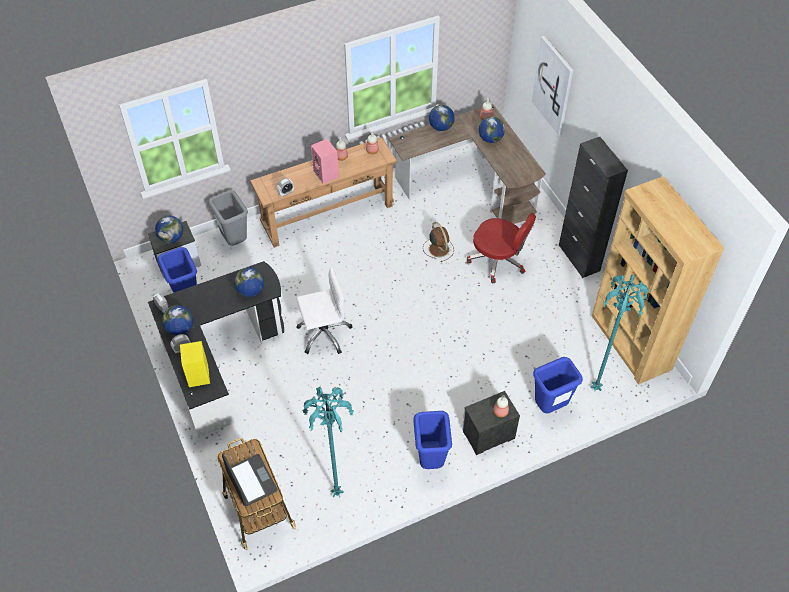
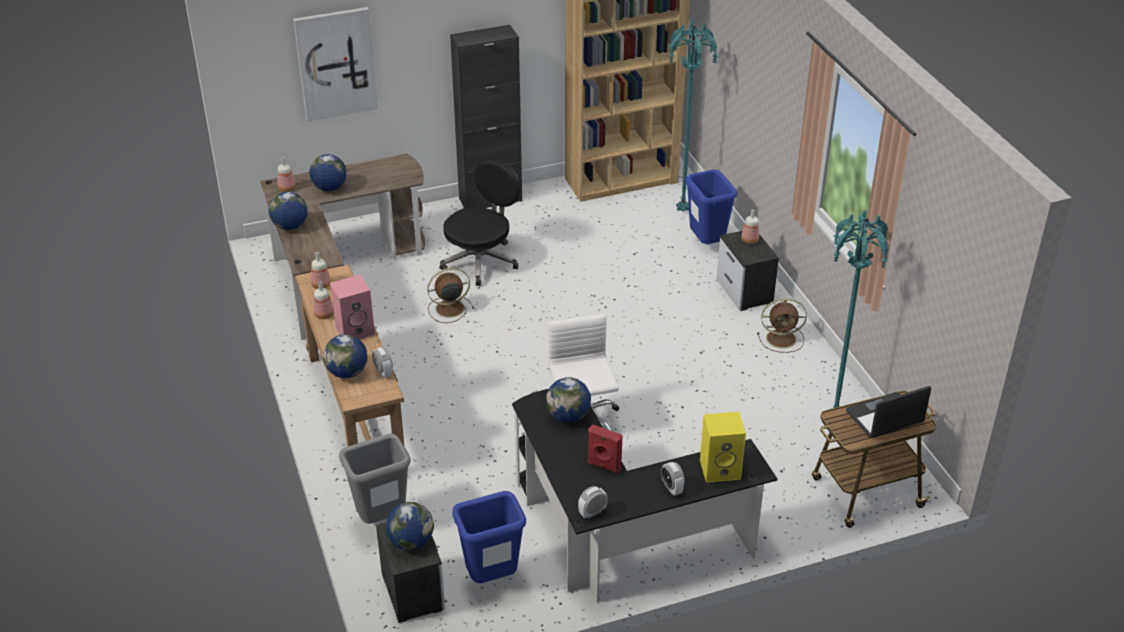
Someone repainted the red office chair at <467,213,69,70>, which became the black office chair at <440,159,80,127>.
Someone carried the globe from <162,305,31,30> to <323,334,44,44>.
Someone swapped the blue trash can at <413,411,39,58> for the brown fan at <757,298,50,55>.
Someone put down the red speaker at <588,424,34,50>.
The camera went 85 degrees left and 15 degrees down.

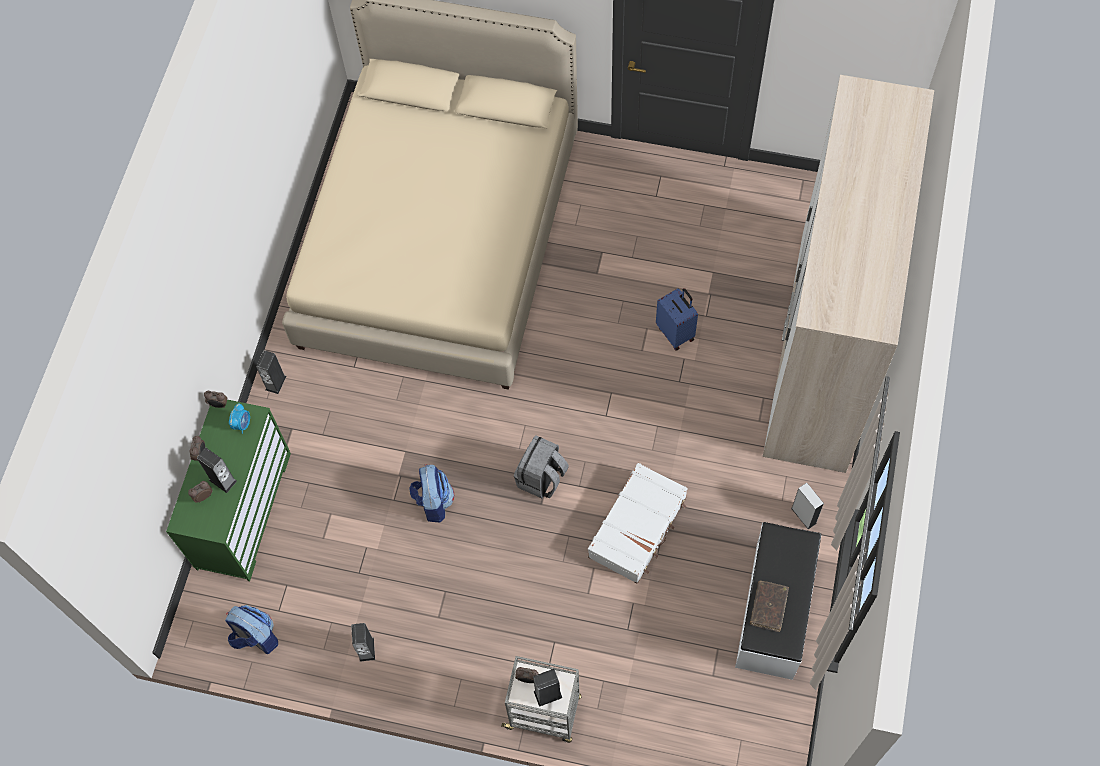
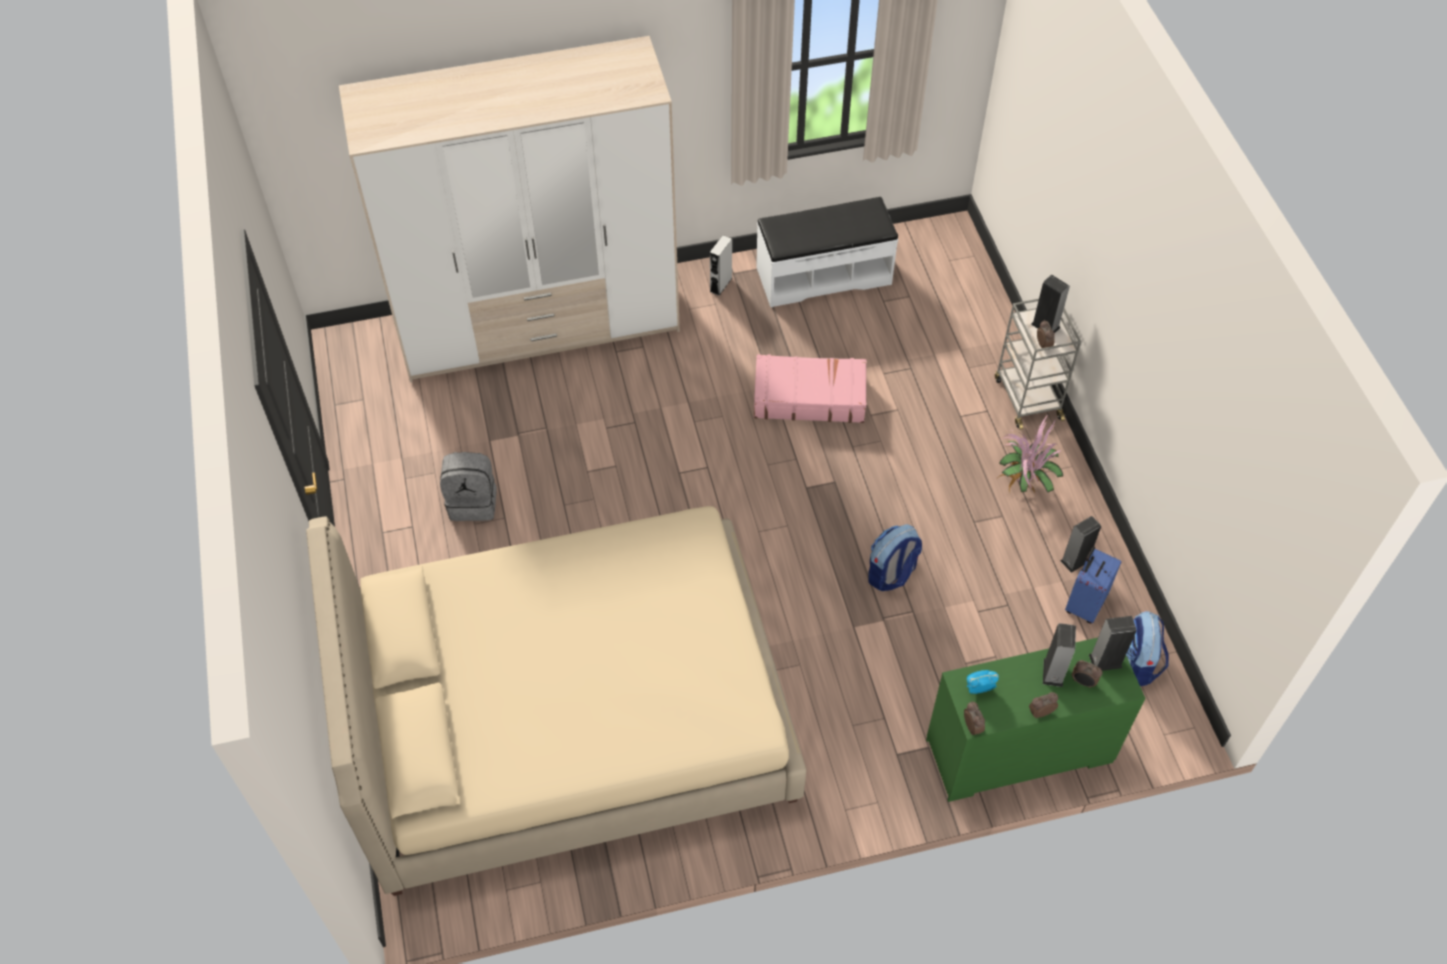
Someone carried the blue suitcase from <656,288,42,62> to <1065,546,57,78>.
Someone carried the speaker from <256,350,30,44> to <1089,616,48,55>.
Someone carried the grey backpack from <514,435,55,63> to <440,452,57,69>.
Someone repainted the white suitcase at <588,463,100,121>, which became the pink suitcase at <754,354,113,69>.
Someone took away the brown book at <750,581,39,51>.
Someone put down the potted plant at <999,414,65,79>.
The camera went 120 degrees left and 10 degrees down.

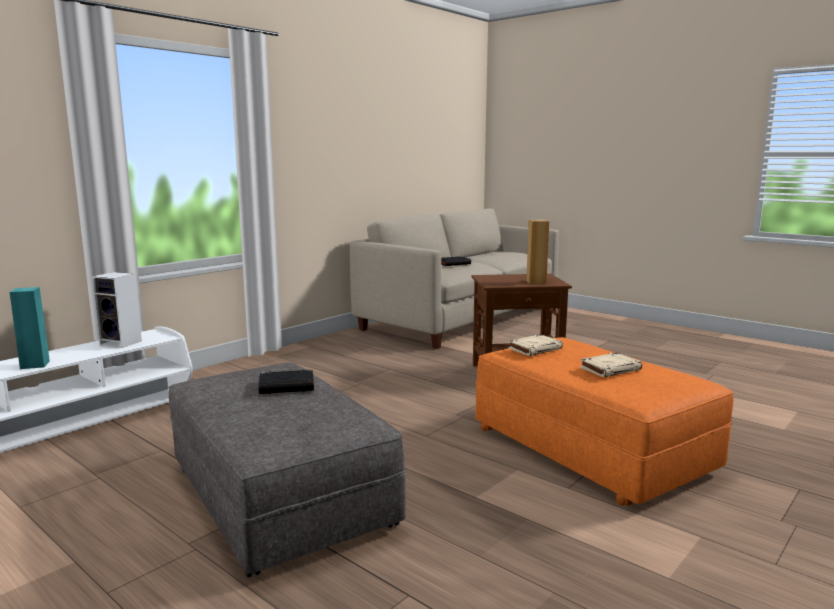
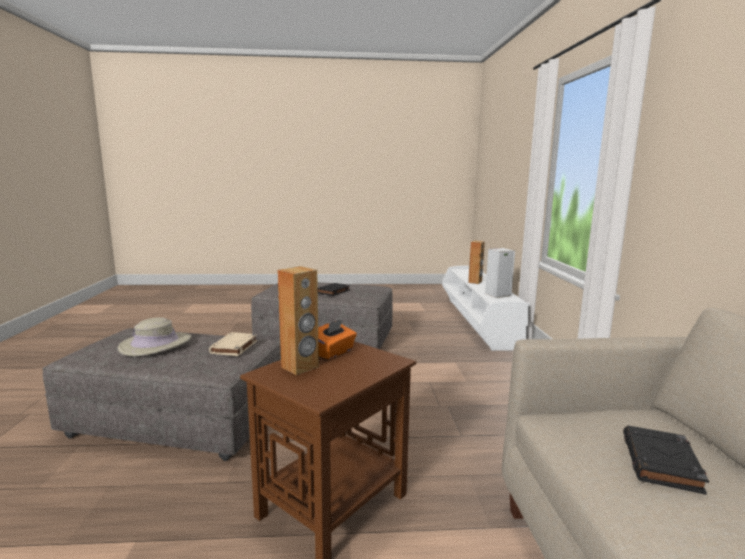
Someone repainted the turquoise speaker at <10,287,40,82>, which became the brown speaker at <468,241,17,43>.
Someone repainted the orange ottoman at <475,337,258,169>, which became the grey ottoman at <42,328,239,133>.
Someone swapped the beige book at <580,353,62,24> for the beige hat at <118,317,73,39>.
Someone put down the orange tissue box at <318,319,39,40>.
The camera went 135 degrees right and 0 degrees up.

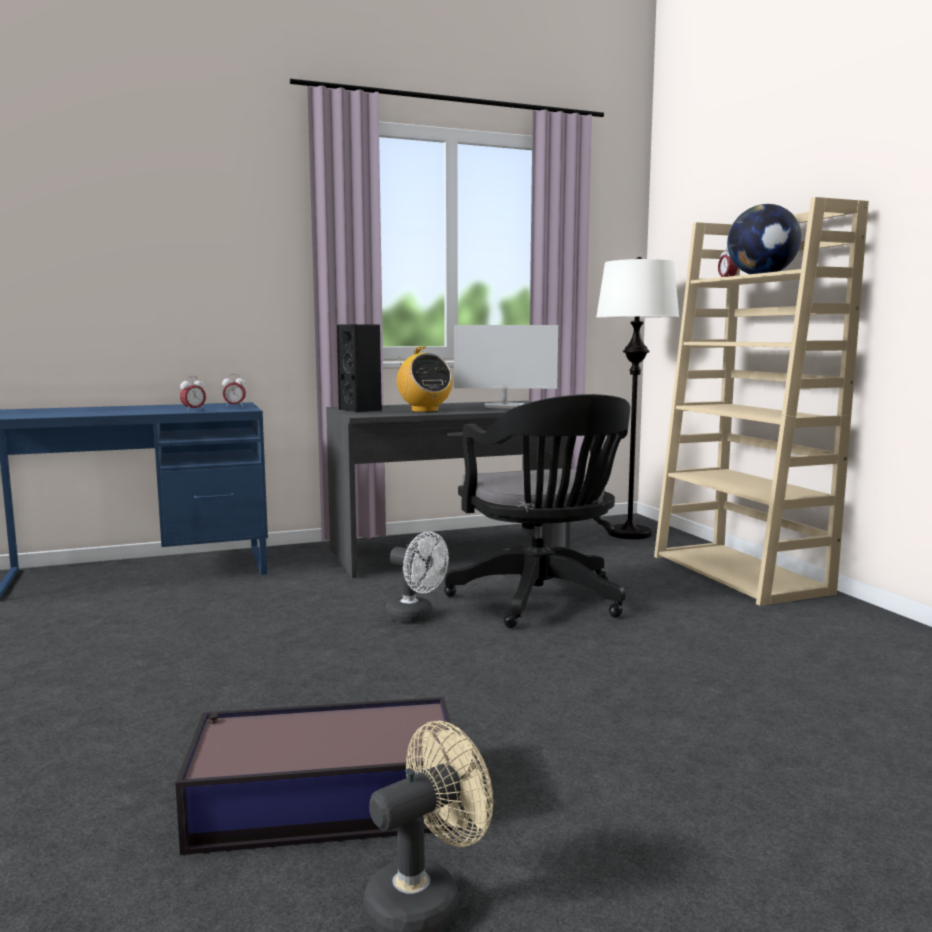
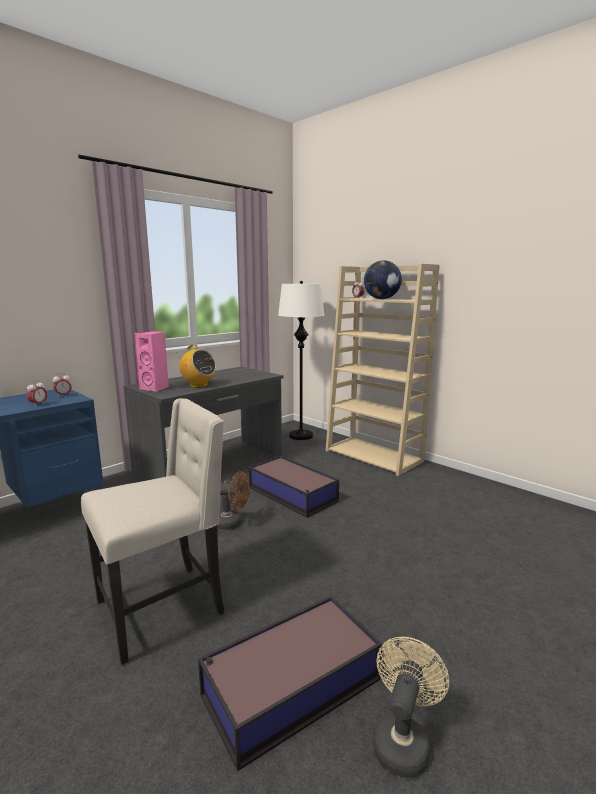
Someone repainted the black speaker at <337,324,45,88>, which became the pink speaker at <134,331,35,61>.
Someone took away the monitor at <454,325,104,84>.
Someone swapped the black office chair at <444,394,186,234> for the storage box at <249,456,90,62>.
Someone repainted the white fan at <386,531,63,92>, which became the brown fan at <217,471,33,59>.
Someone put down the beige chair at <81,398,143,267>.
The camera went 25 degrees left and 5 degrees up.

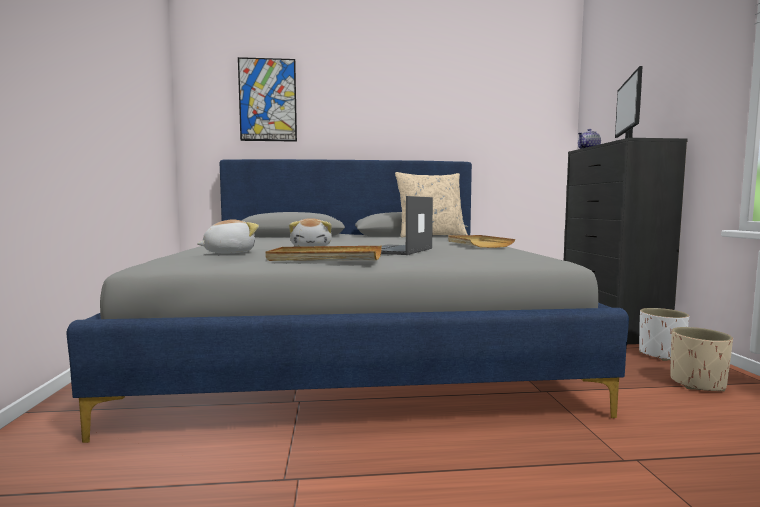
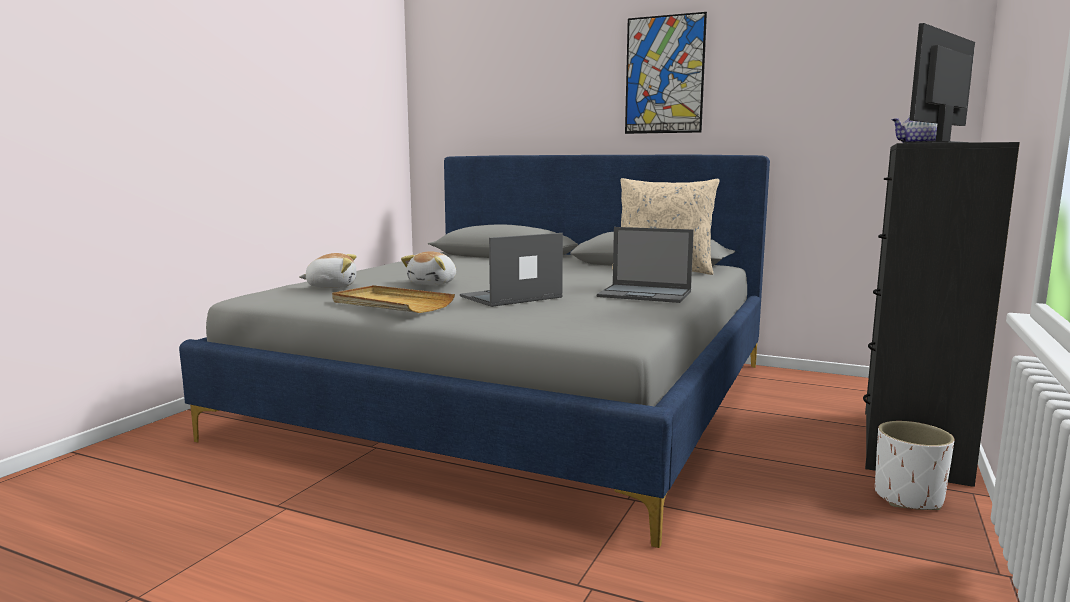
Someone carried the picture from <238,57,59,85> to <625,12,82,122>.
Someone swapped the beige tray at <448,235,68,13> for the laptop at <597,227,97,76>.
Someone took away the beige planter at <670,327,63,64>.
The camera went 30 degrees right and 5 degrees up.

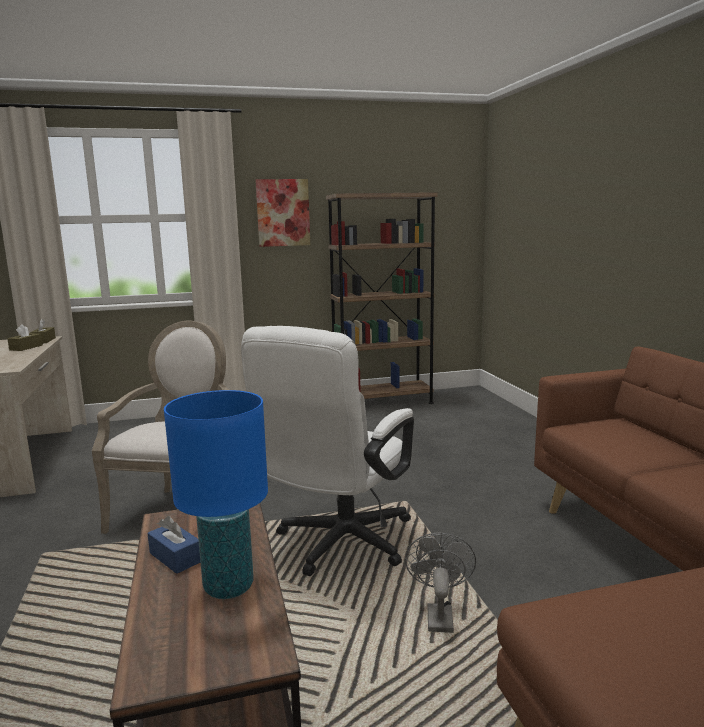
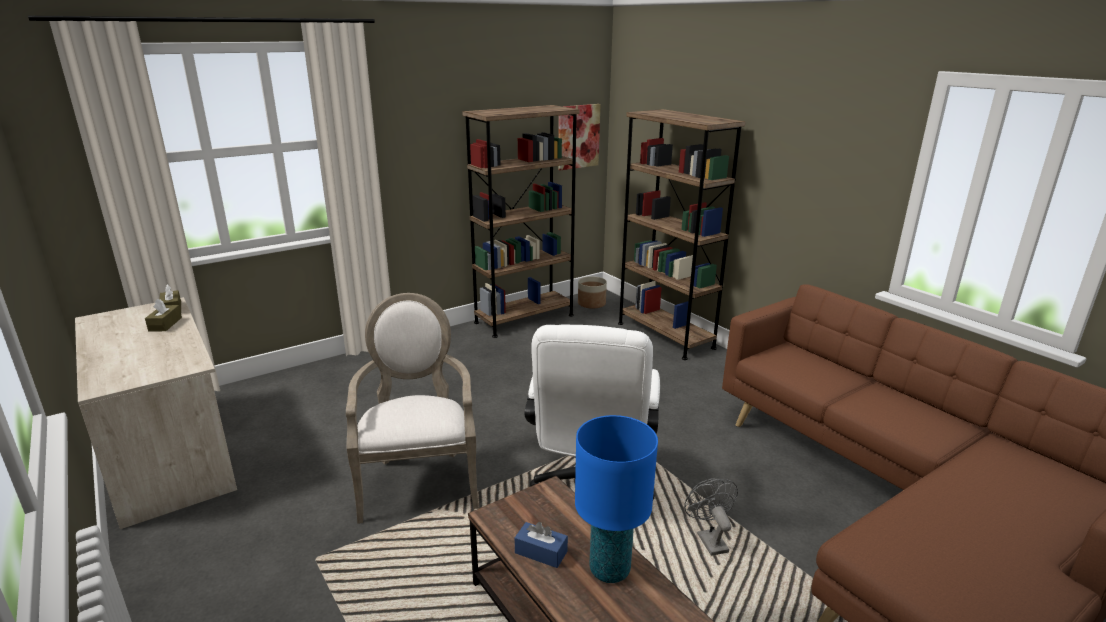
Someone carried the picture from <255,179,55,68> to <558,104,43,66>.
Someone put down the brown bookcase at <618,109,127,251>.
Someone put down the planter at <578,276,29,33>.
The camera went 20 degrees left and 10 degrees up.

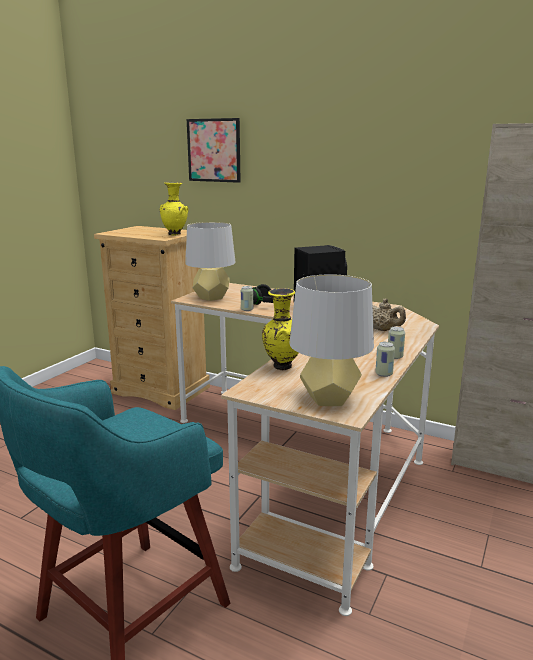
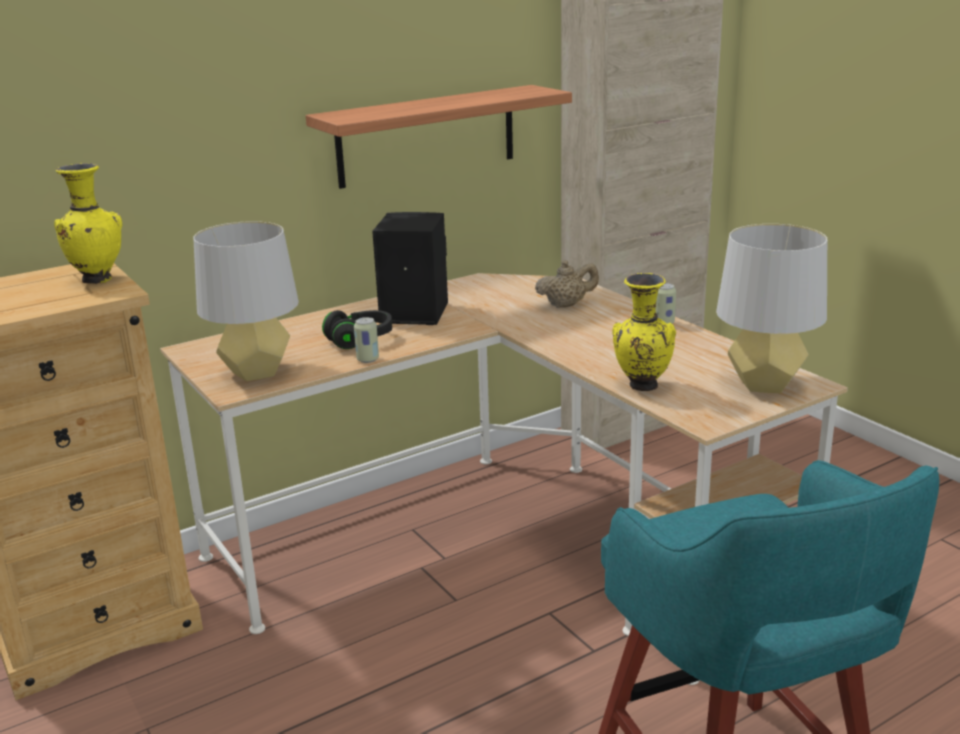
Someone took away the picture at <187,118,54,65>.
Someone took away the can at <375,342,20,35>.
Someone put up the shelf at <306,85,266,104>.
The camera went 60 degrees left and 5 degrees up.

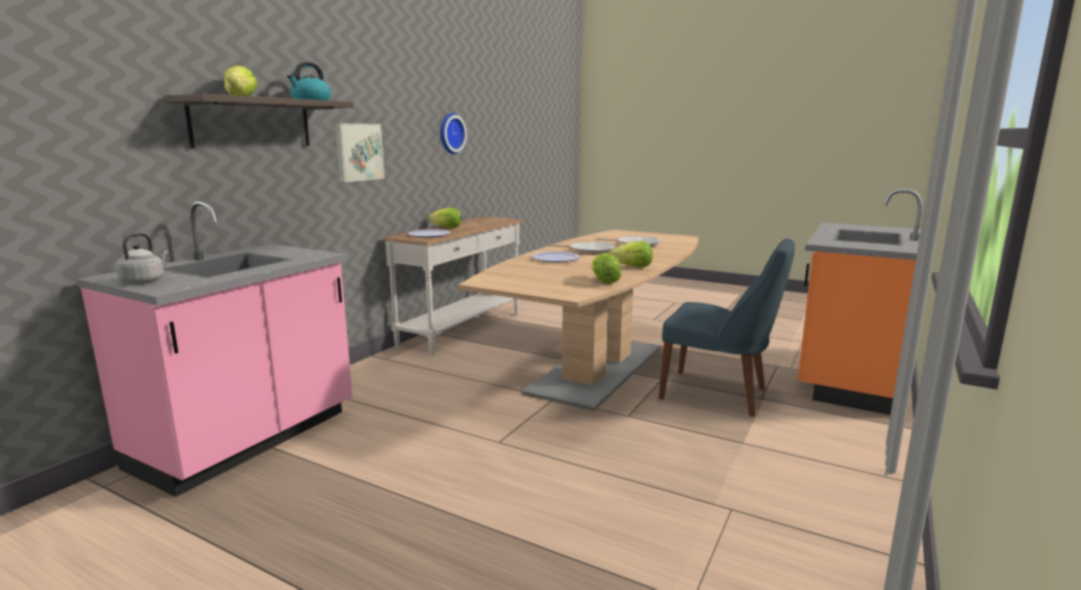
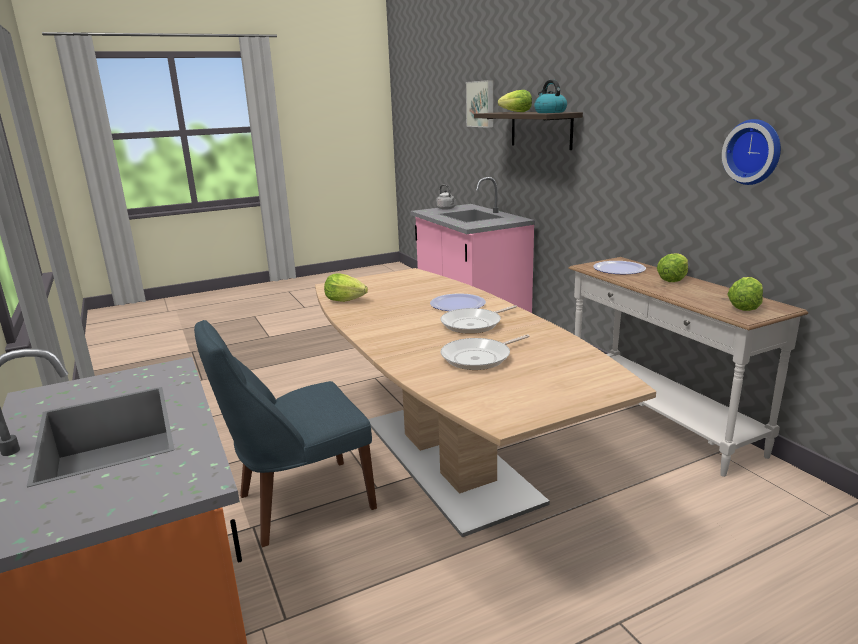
Someone carried the picture from <334,123,51,59> to <466,80,27,48>.
Someone carried the lettuce from <609,241,44,26> to <727,277,36,34>.
The camera went 125 degrees right and 5 degrees up.

